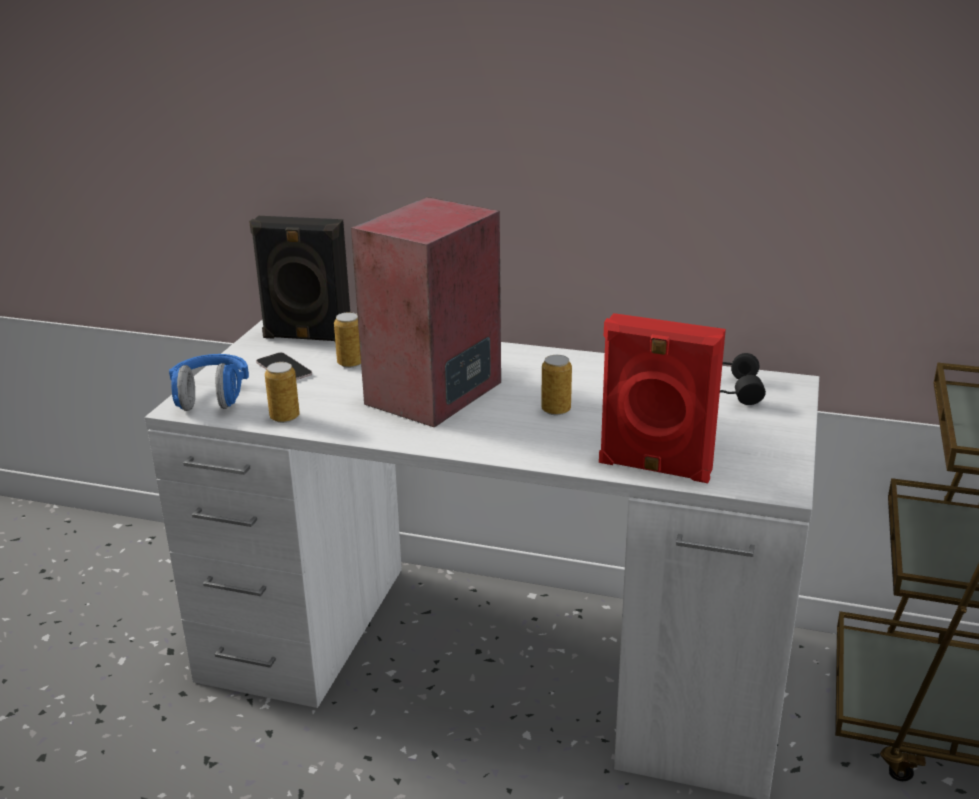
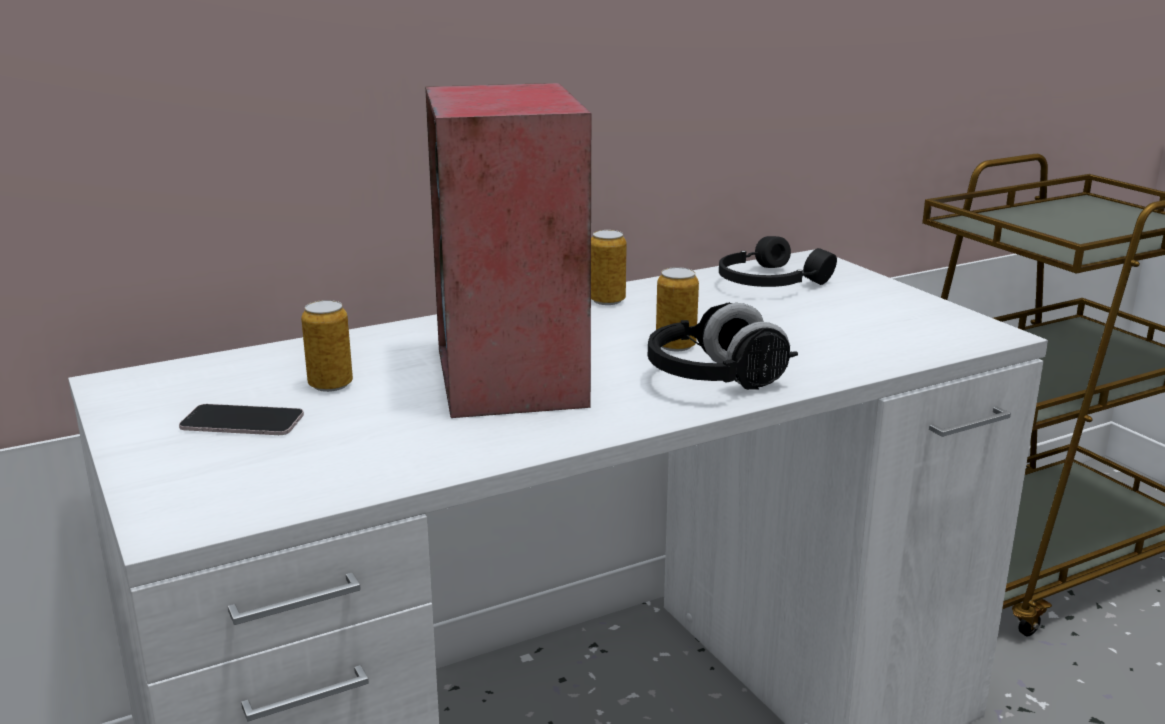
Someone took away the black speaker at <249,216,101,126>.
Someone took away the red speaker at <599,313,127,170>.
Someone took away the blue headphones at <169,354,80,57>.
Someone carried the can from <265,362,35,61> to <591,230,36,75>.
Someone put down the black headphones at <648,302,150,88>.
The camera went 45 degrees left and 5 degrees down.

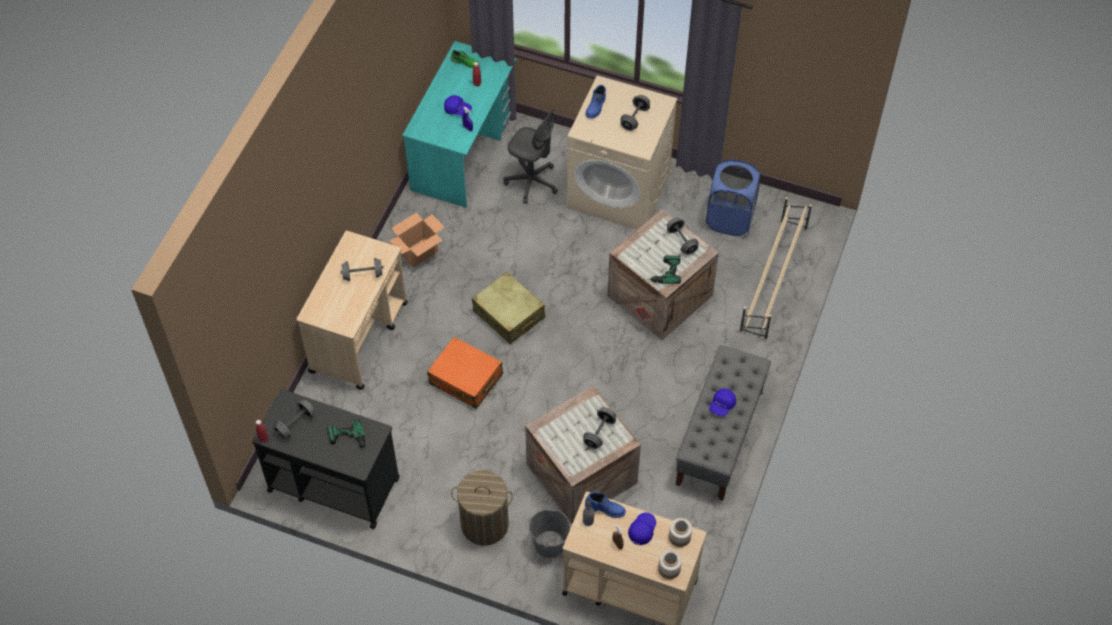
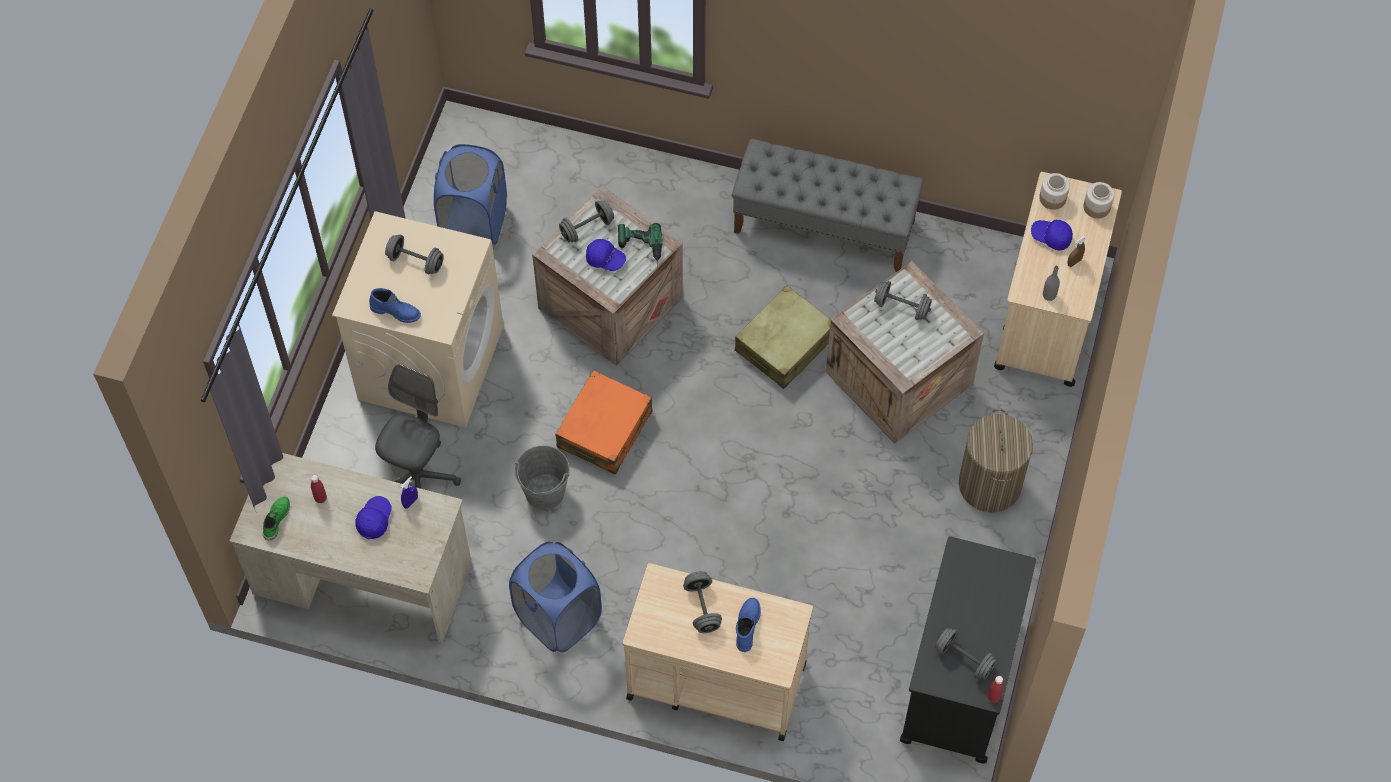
Someone repainted the turquoise desk at <402,41,115,167>, which became the beige desk at <229,453,243,192>.
Someone took away the beige shoe rack at <739,197,73,144>.
Someone swapped the cardboard box at <389,213,56,55> for the blue laundry basket at <509,542,93,110>.
Someone carried the beige suitcase from <472,272,73,72> to <735,285,96,104>.
Someone carried the orange suitcase from <427,337,76,72> to <556,370,96,104>.
Someone carried the blue cap from <709,389,27,27> to <586,239,40,32>.
Someone took away the power drill at <327,419,39,36>.
Someone carried the blue boot from <585,492,41,26> to <736,598,25,54>.
Someone carried the grey bucket from <529,508,42,50> to <515,445,55,65>.
The camera went 95 degrees left and 5 degrees up.

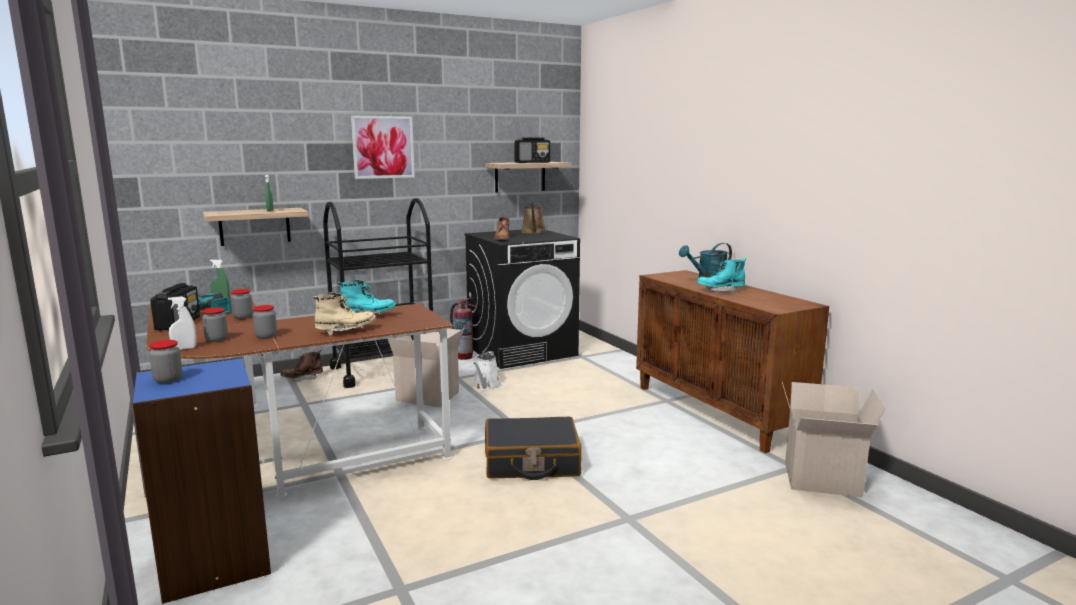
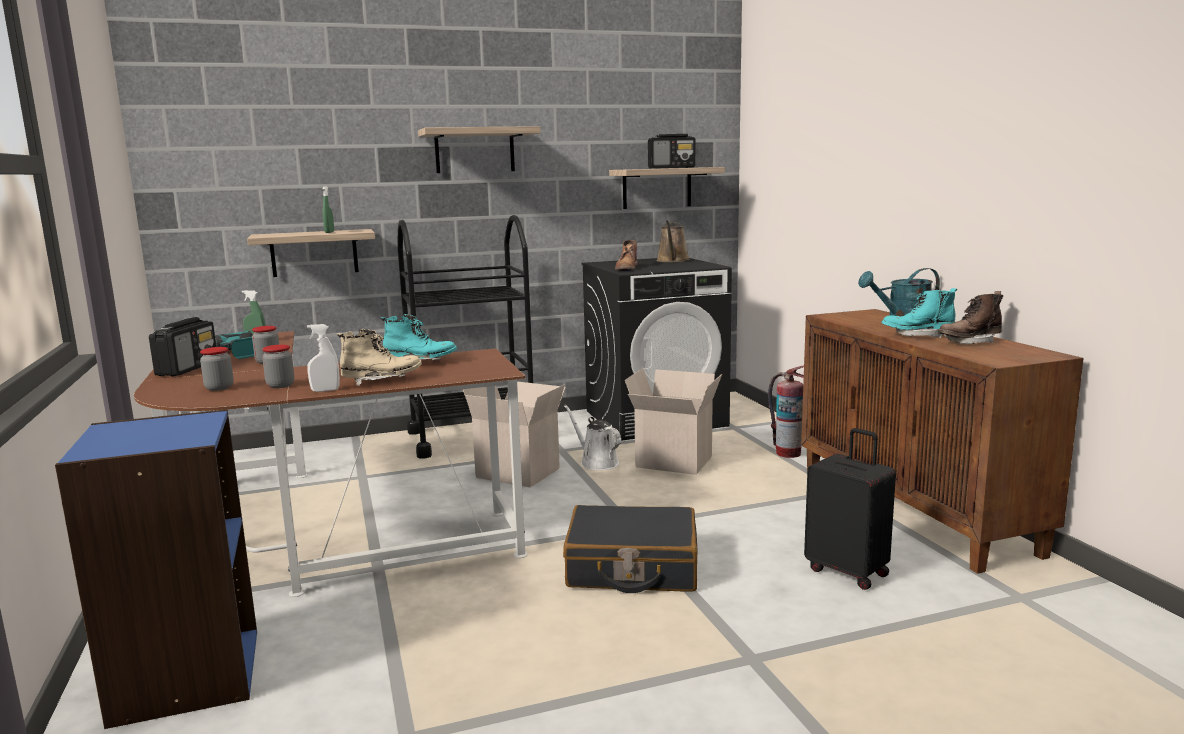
Someone swapped the picture at <351,115,64,64> for the shelf at <418,126,123,47>.
Someone carried the white spray bottle from <168,296,28,54> to <307,324,33,68>.
Someone carried the fire extinguisher from <450,297,26,63> to <768,366,36,92>.
Someone took away the jar at <149,340,33,43>.
Someone carried the brown boot from <280,350,43,31> to <938,291,66,53>.
Someone rotated the white watering can at <473,351,29,39> by 120 degrees clockwise.
Someone carried the cardboard box from <782,382,104,115> to <625,368,97,107>.
Someone put down the black suitcase at <804,428,92,162>.
The camera went 10 degrees right and 0 degrees up.

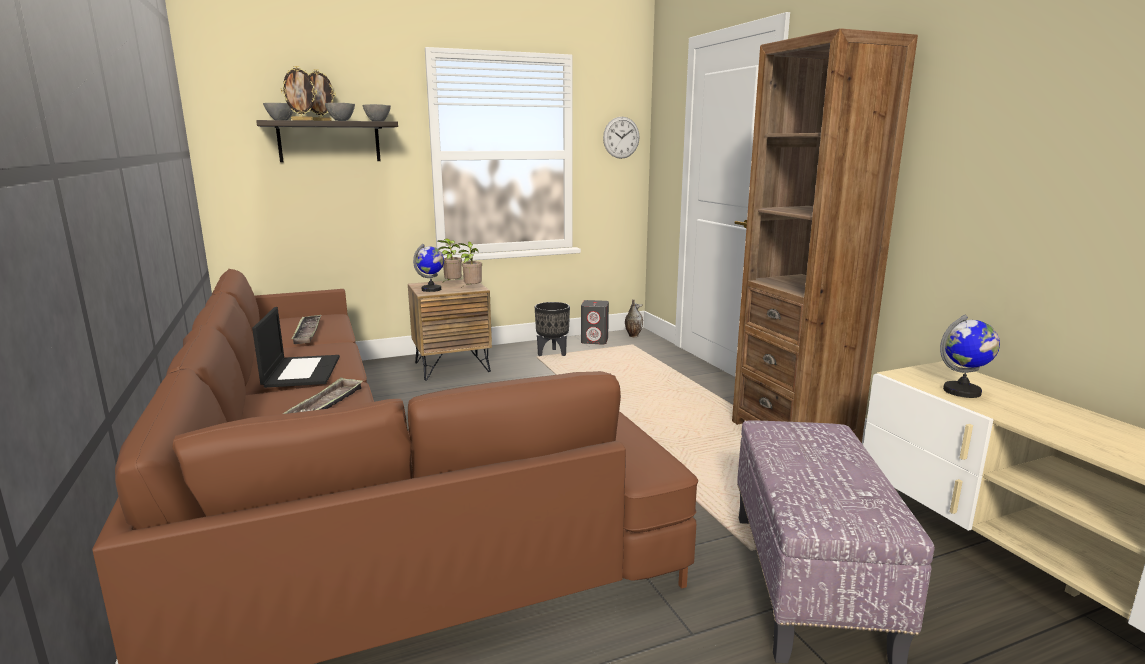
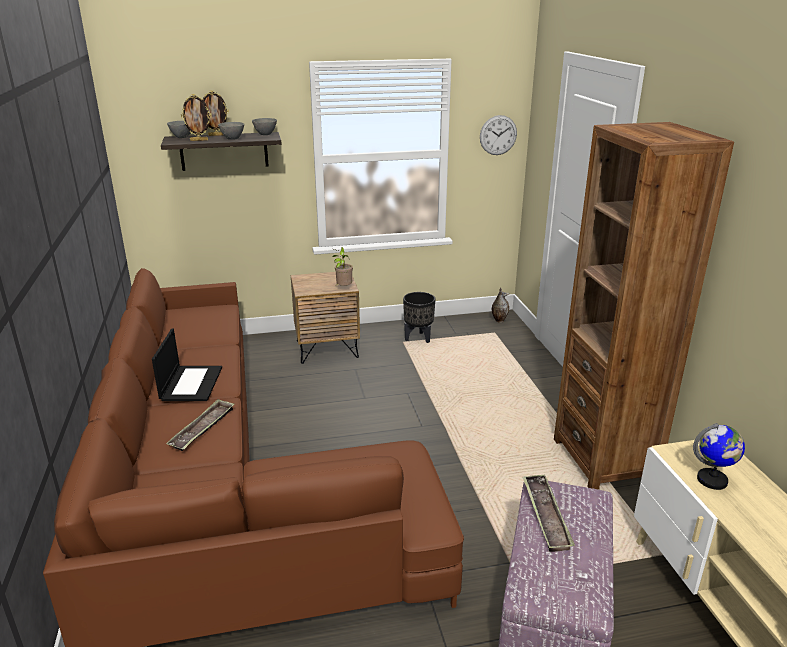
Someone took away the potted plant at <437,238,25,45>.
Someone took away the globe at <413,244,31,48>.
Someone took away the grey speaker at <581,300,28,44>.
Someone carried the tray from <291,315,30,29> to <522,474,53,78>.
The camera went 10 degrees right and 10 degrees up.

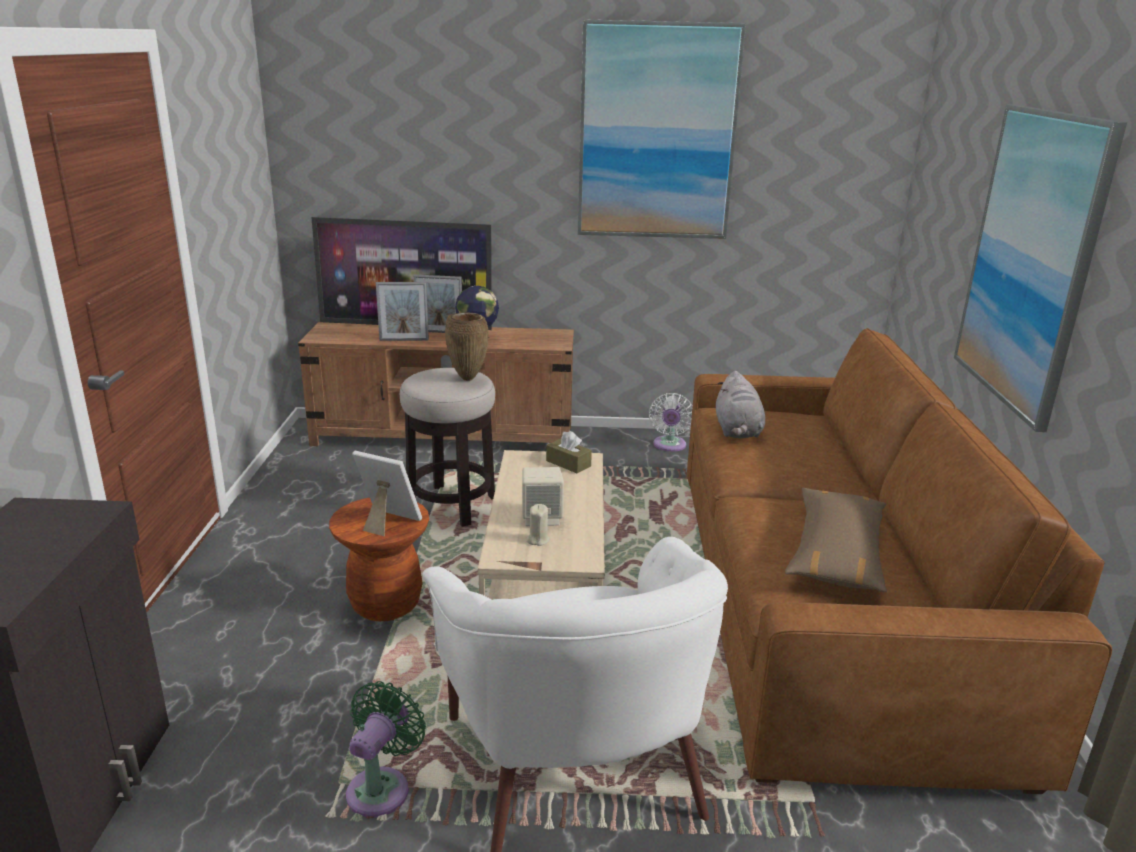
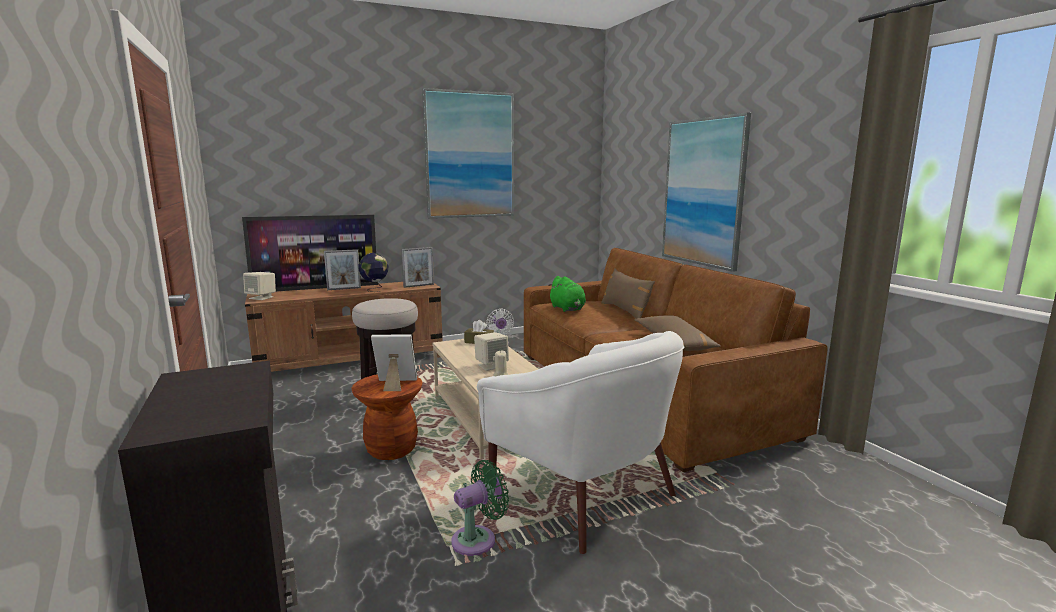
Someone carried the picture frame from <376,282,53,59> to <401,247,33,41>.
Someone took away the brown vase at <445,312,44,69>.
Someone repainted the grey plush toy at <716,371,49,67>, which became the green plush toy at <548,276,38,36>.
Someone rotated the green fan at <346,681,80,136> by 60 degrees clockwise.
Someone put down the brown pillow at <601,269,54,50>.
Someone put down the beige speaker at <243,272,33,28>.
The camera went 25 degrees left and 10 degrees down.

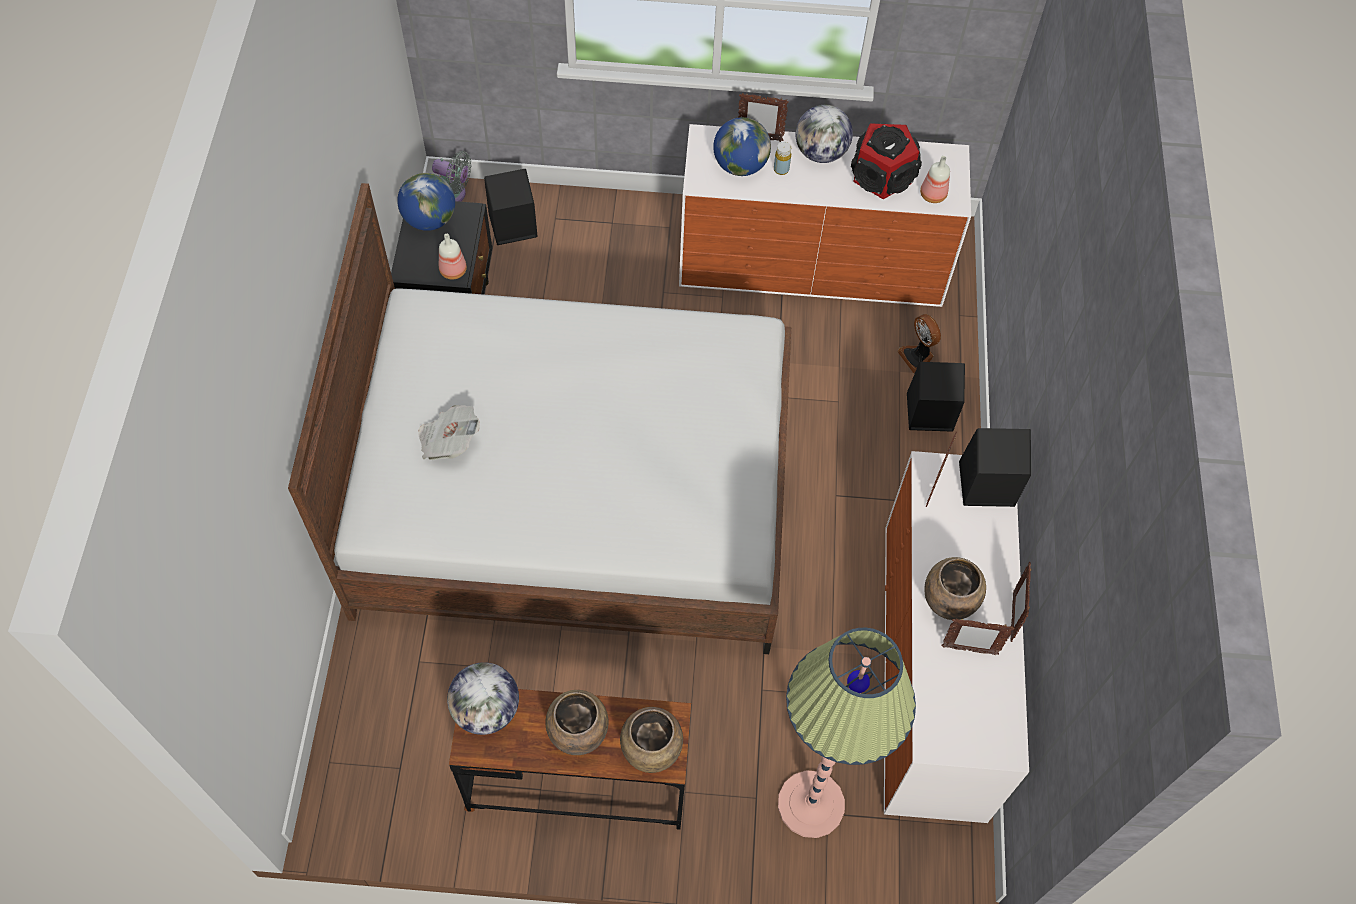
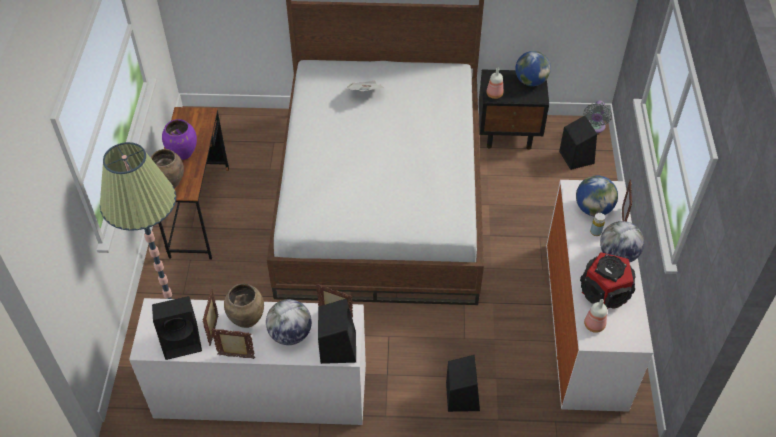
Someone took away the fan at <897,314,44,59>.
Someone carried the globe from <447,662,72,73> to <266,299,46,46>.
Someone repainted the brown vase at <545,690,64,65>, which became the purple vase at <162,119,35,41>.
Someone put down the black speaker at <152,296,50,64>.
The camera went 90 degrees right and 10 degrees down.

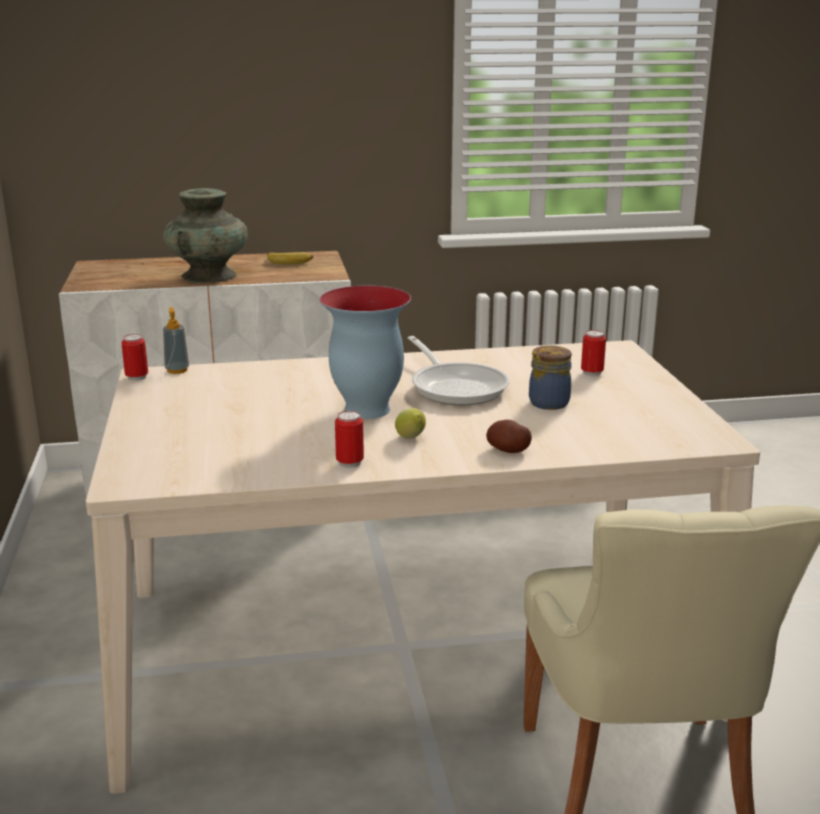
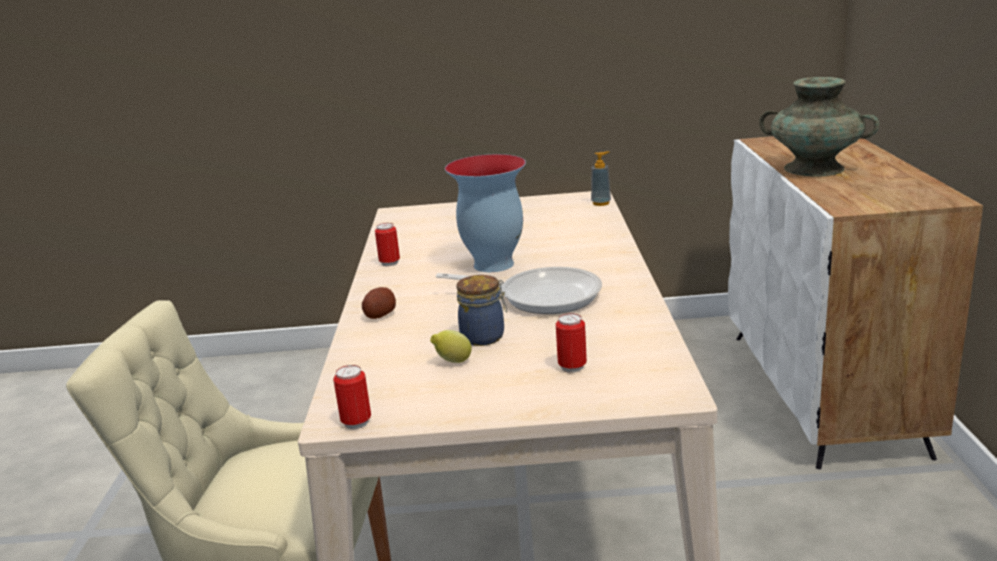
Someone took away the banana at <267,252,46,12>.
Someone carried the can from <122,334,26,47> to <333,365,38,64>.
Someone rotated the frying pan at <408,336,101,69> by 150 degrees counterclockwise.
Someone carried the lemon from <395,408,31,31> to <430,330,42,33>.
The camera went 100 degrees right and 0 degrees up.

